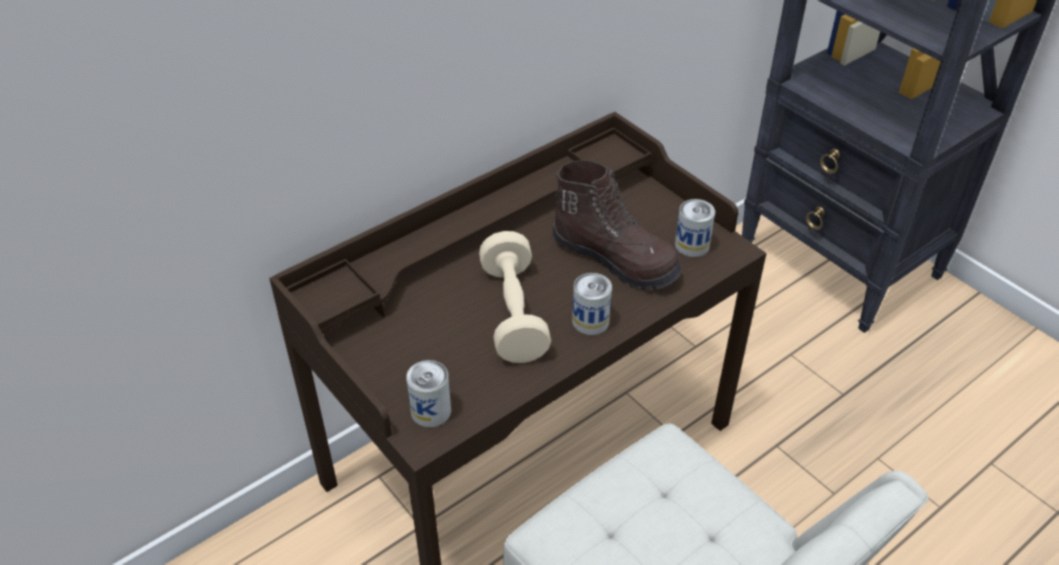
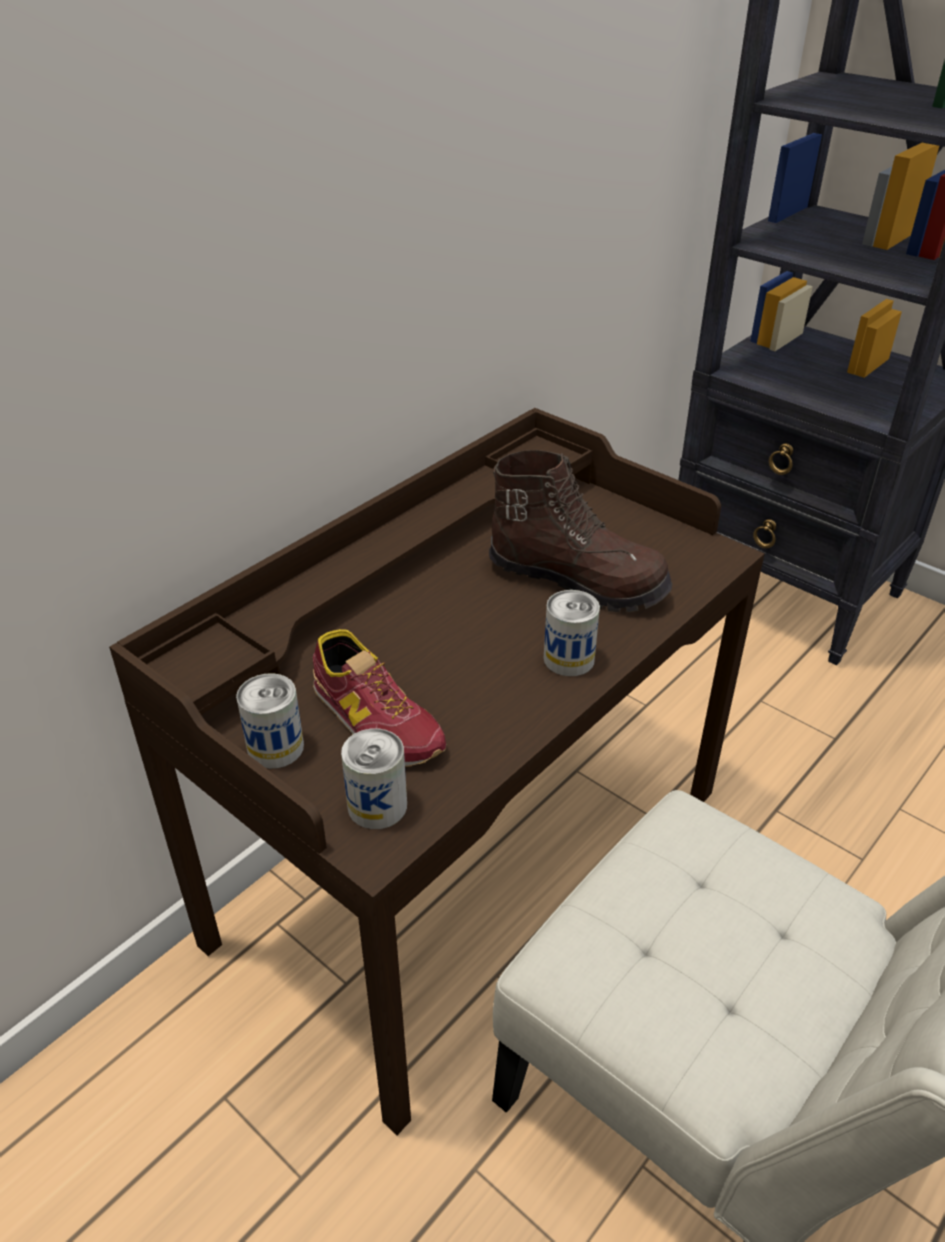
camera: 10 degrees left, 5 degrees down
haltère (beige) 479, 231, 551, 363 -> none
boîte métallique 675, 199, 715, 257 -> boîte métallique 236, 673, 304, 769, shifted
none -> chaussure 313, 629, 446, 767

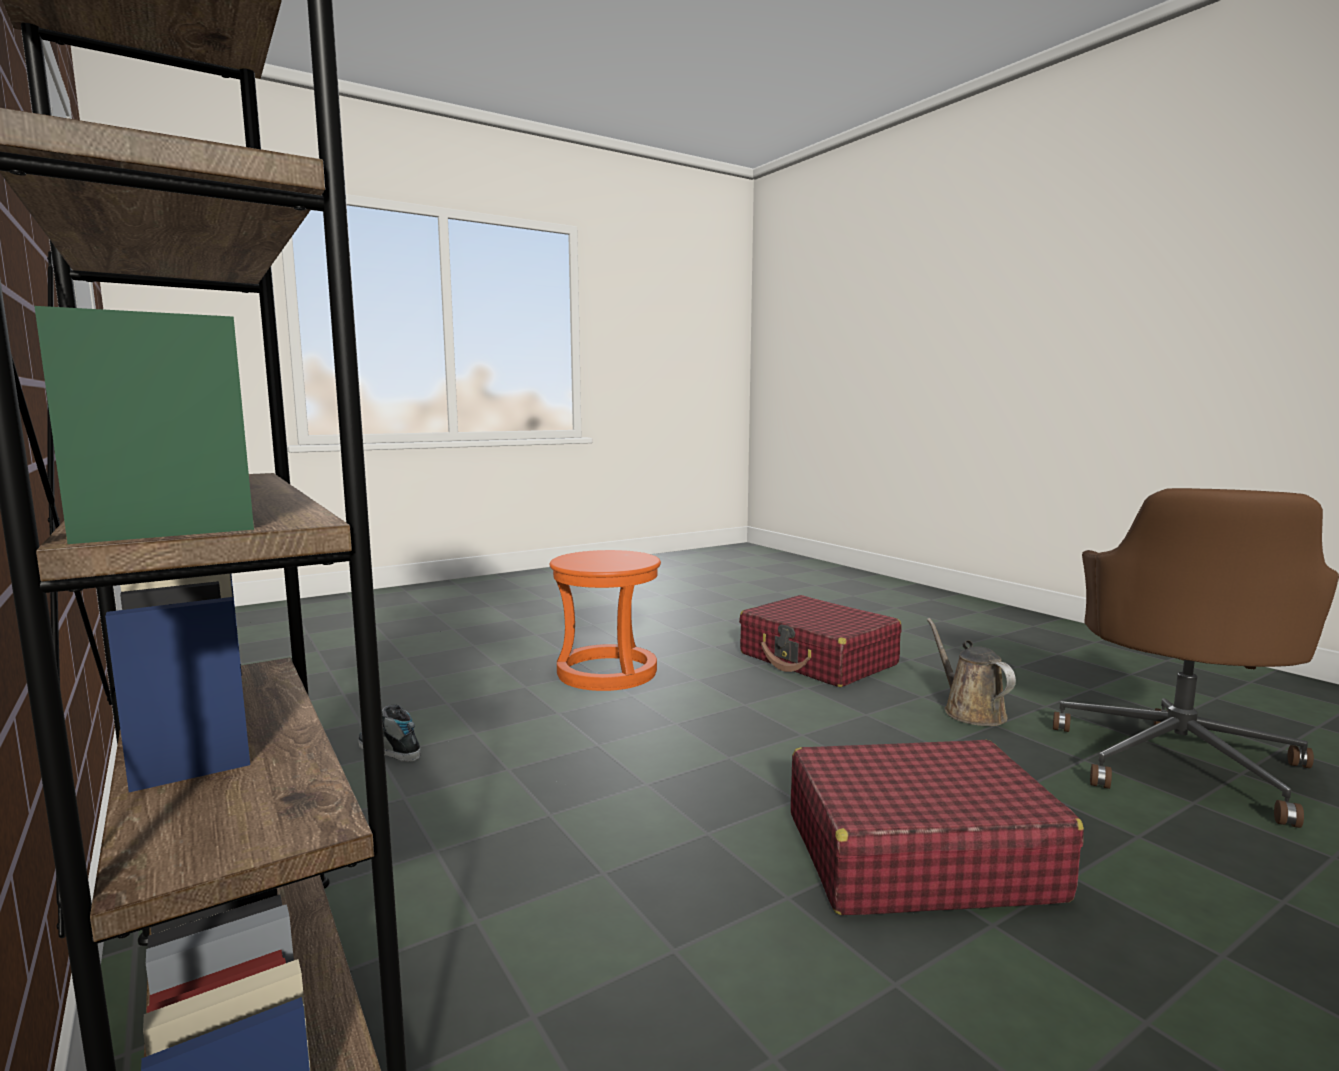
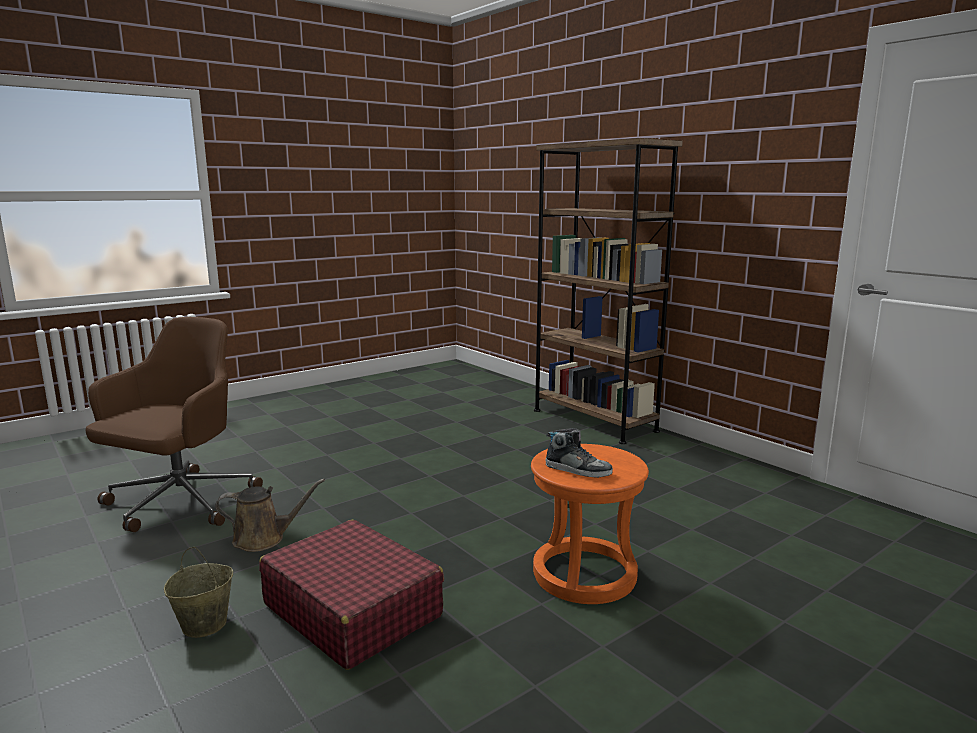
camera: 175 degrees right, 5 degrees up
chaussure 358, 704, 421, 762 -> chaussure 546, 428, 613, 478, shifted
valise (rouge) 791, 740, 1084, 915 -> none
arrosoir (marron) 927, 618, 1016, 726 -> arrosoir (marron) 215, 479, 325, 552, 75 degrees counterclockwise
none -> seau (beige) 164, 547, 233, 638

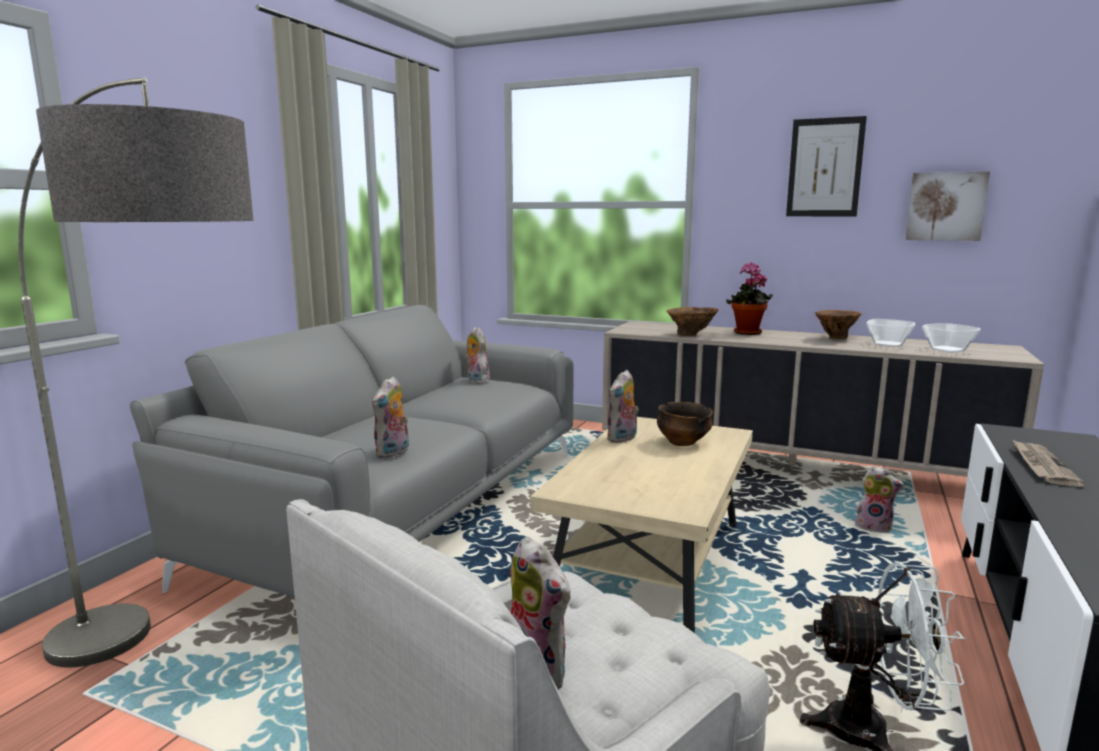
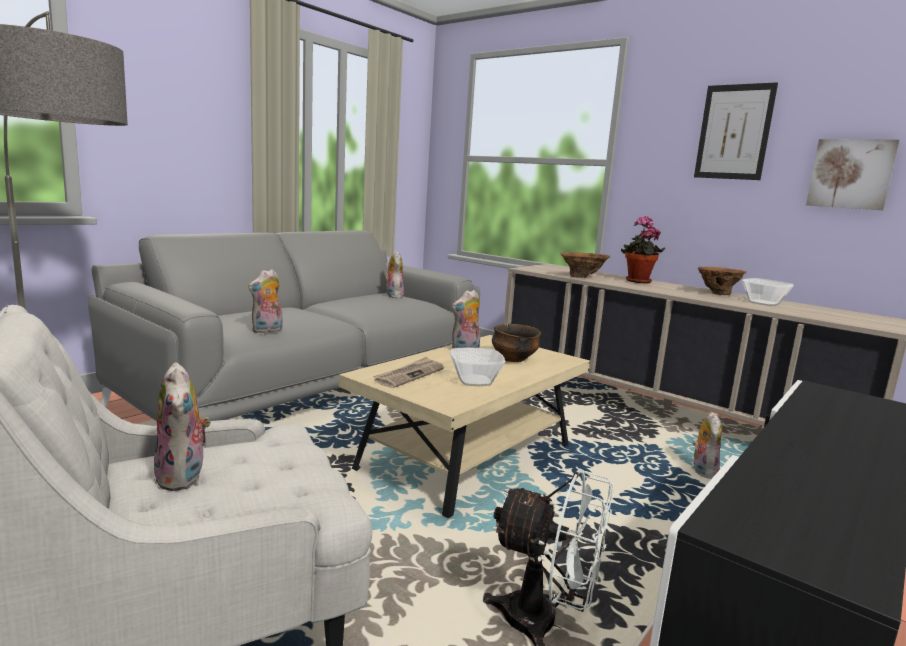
camera: 15 degrees right, 0 degrees up
peluche 855, 466, 904, 533 -> peluche 692, 412, 722, 479, 120 degrees counterclockwise
bol 922, 323, 981, 353 -> bol 450, 348, 505, 386, shifted
journal 1012, 439, 1085, 487 -> journal 373, 356, 444, 388, shifted

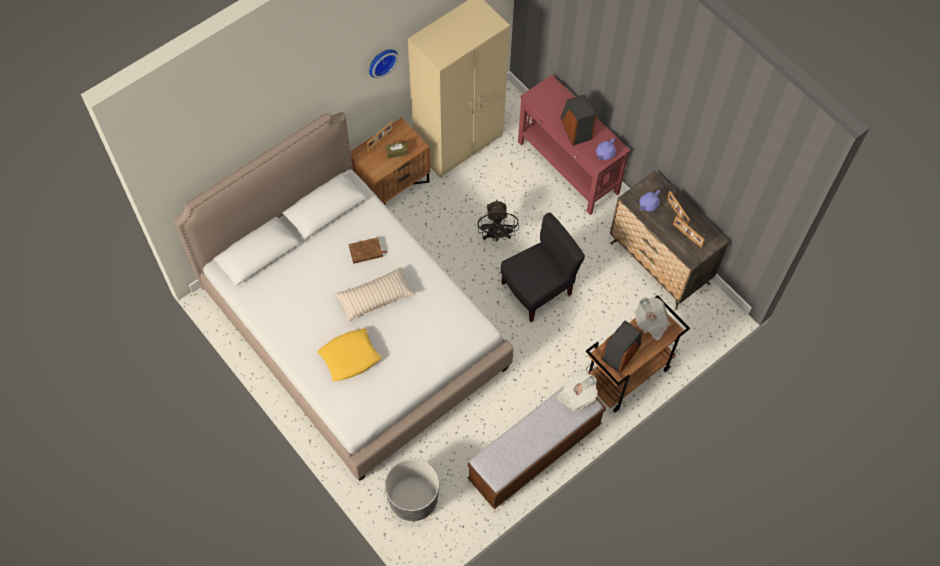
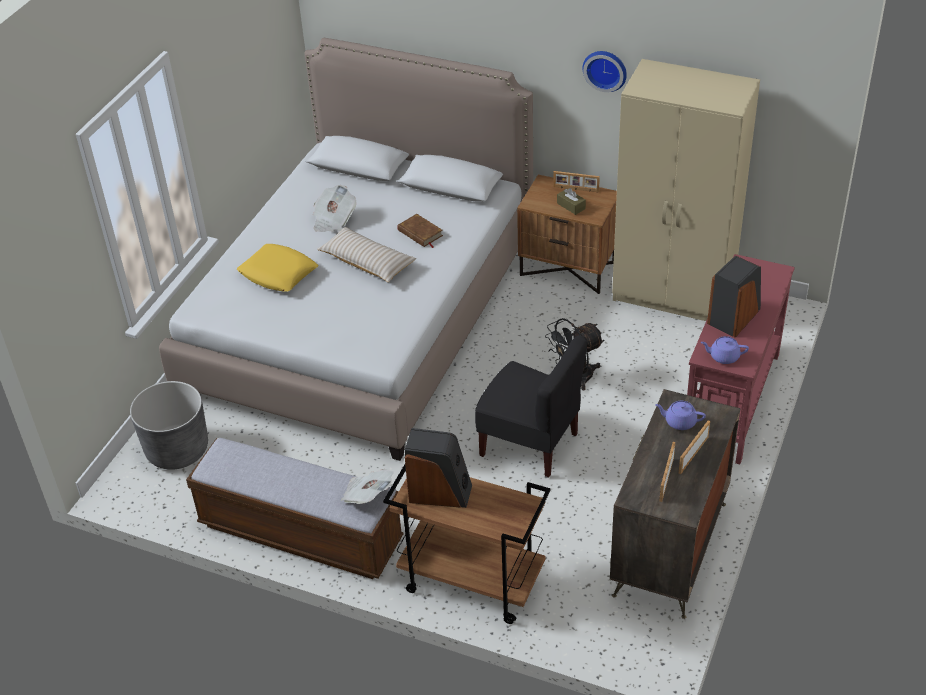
camera: 65 degrees right, 20 degrees down
journal 635, 297, 671, 340 -> journal 313, 185, 356, 232, shifted

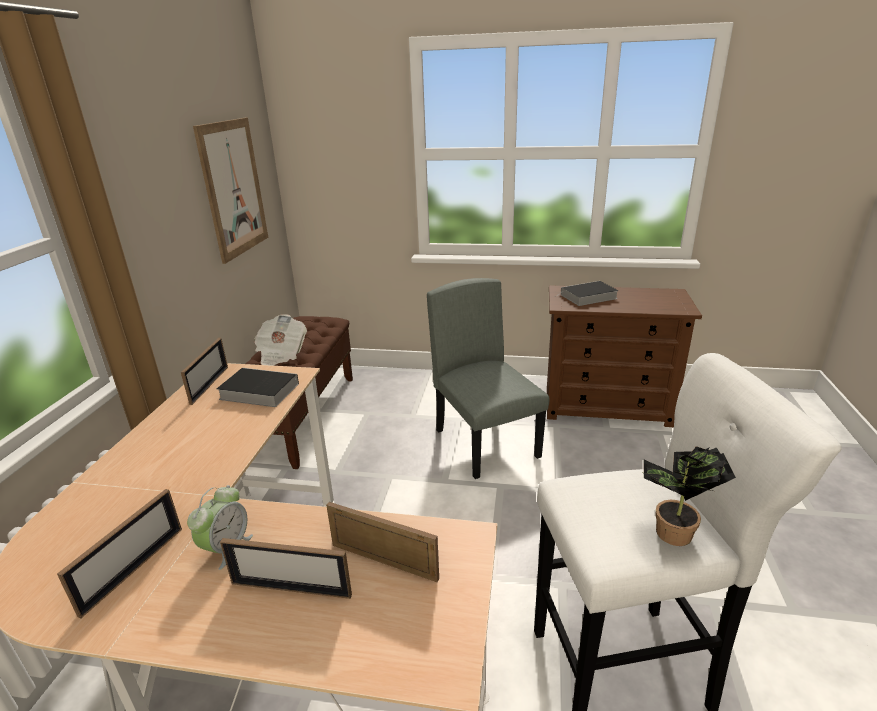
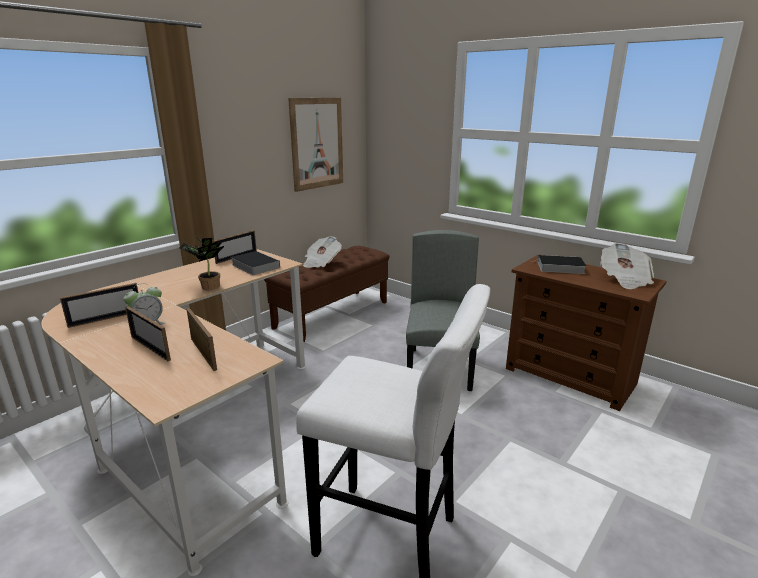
camera: 30 degrees right, 5 degrees down
plante en pot 644, 446, 736, 546 -> plante en pot 179, 237, 224, 290, shifted
none -> journal 600, 243, 654, 289

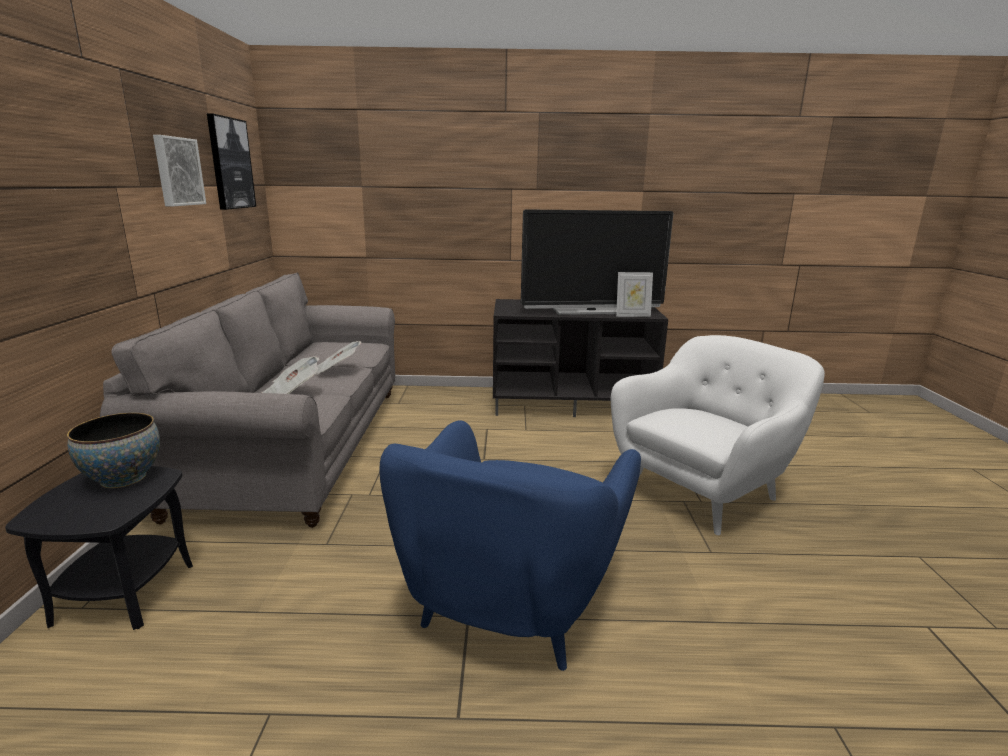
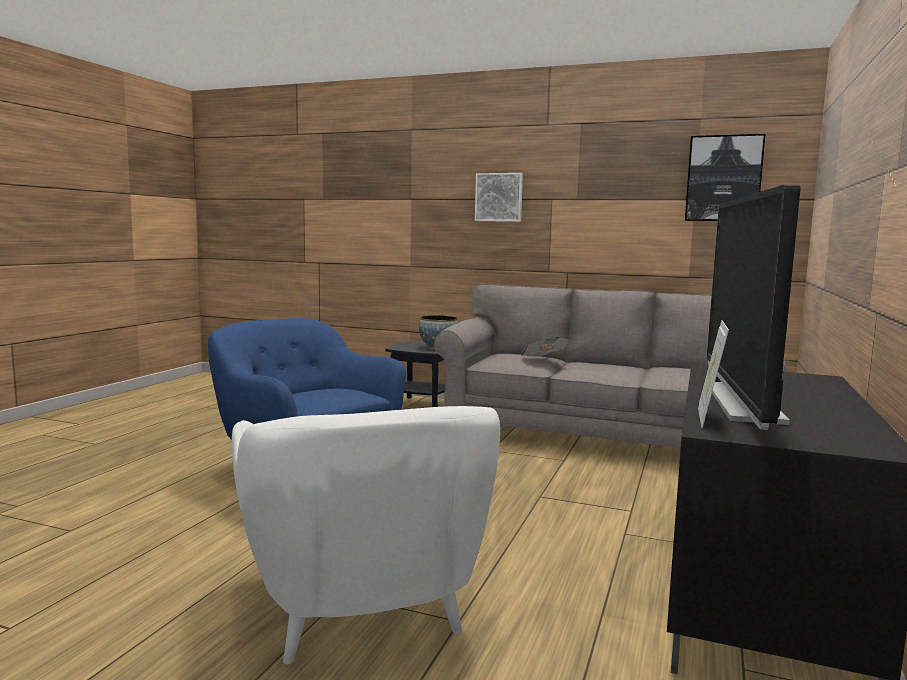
camera: 110 degrees right, 10 degrees down
tableau 153, 135, 206, 206 -> tableau 475, 173, 523, 222, shifted
journal 315, 341, 361, 375 -> none

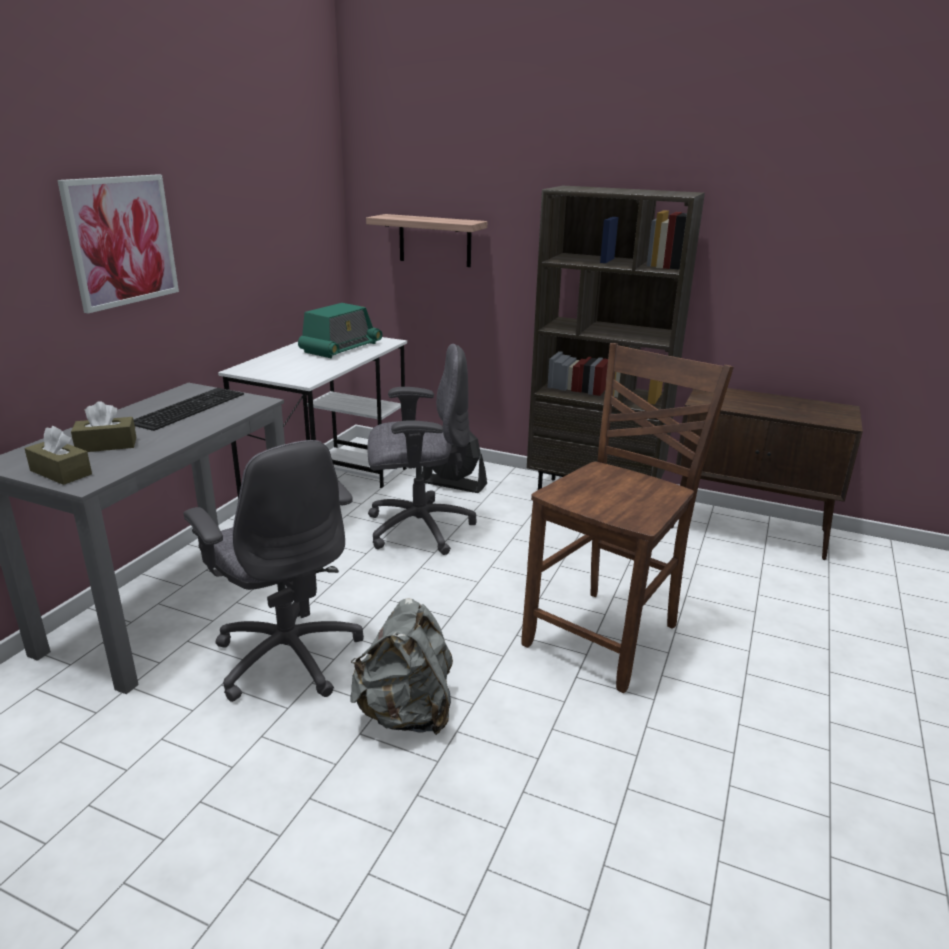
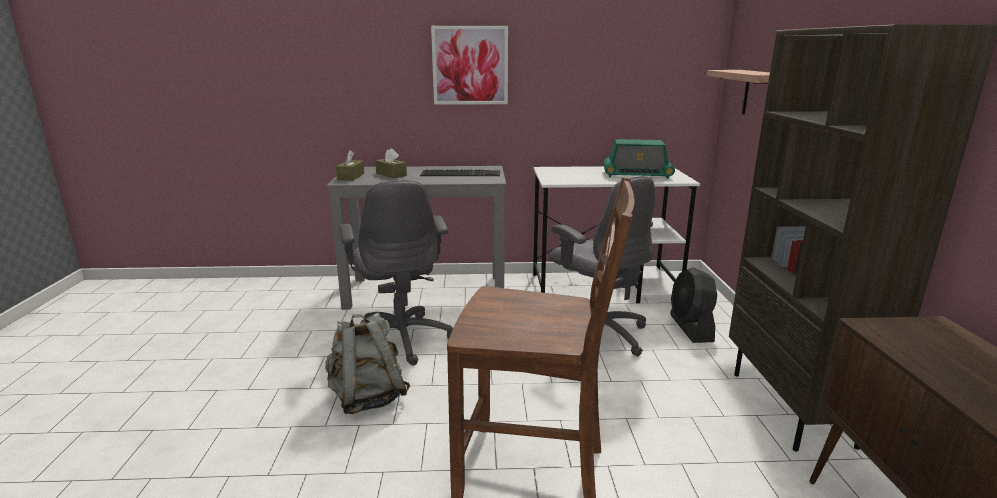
camera: 65 degrees right, 5 degrees down
chaise de bureau (gris) 184, 440, 364, 702 -> chaise de bureau (gris) 339, 180, 453, 365, 45 degrees counterclockwise

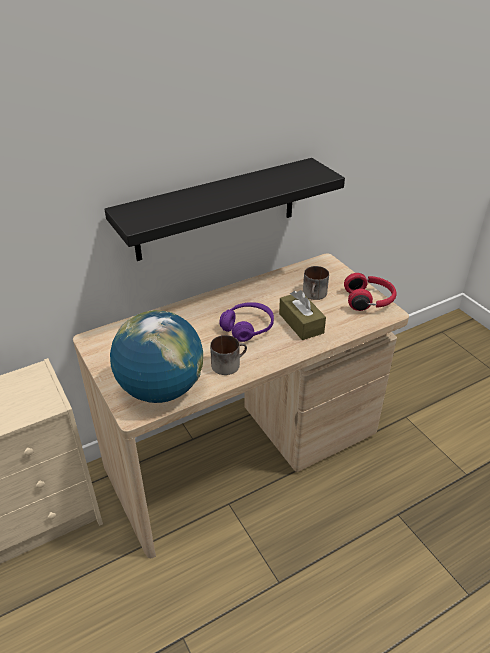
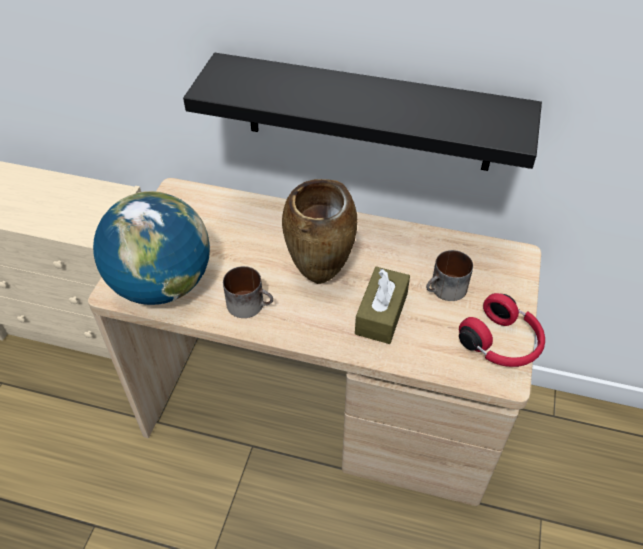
camera: 45 degrees right, 10 degrees up
casque audio (violet) 219, 302, 274, 342 -> vase (marron) 282, 179, 357, 284

